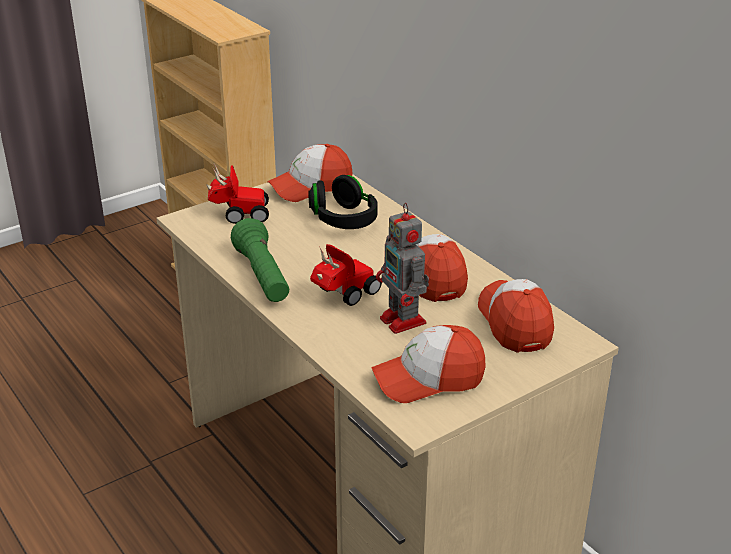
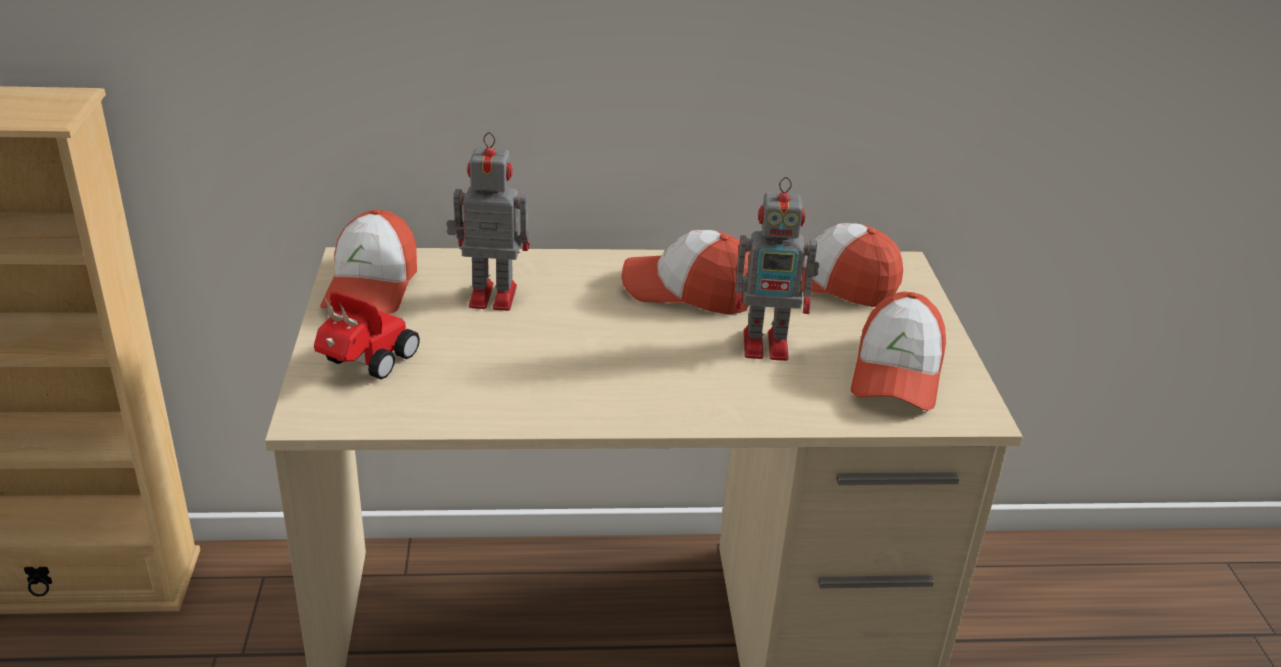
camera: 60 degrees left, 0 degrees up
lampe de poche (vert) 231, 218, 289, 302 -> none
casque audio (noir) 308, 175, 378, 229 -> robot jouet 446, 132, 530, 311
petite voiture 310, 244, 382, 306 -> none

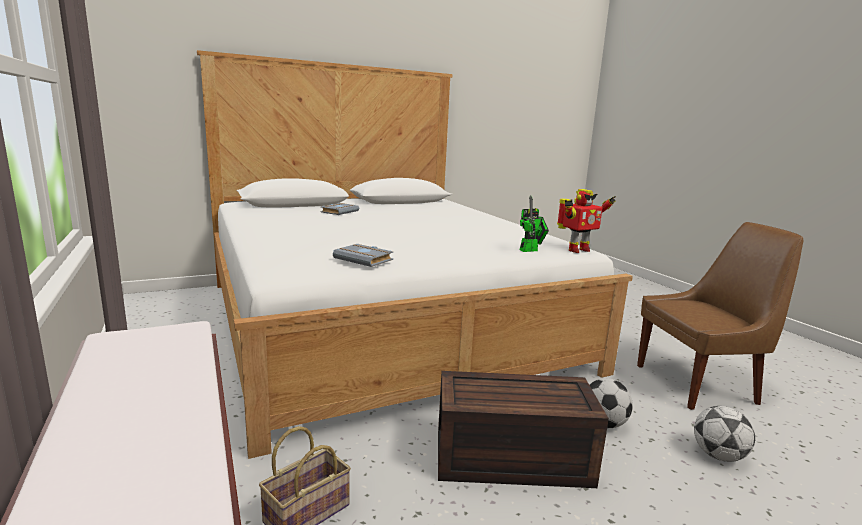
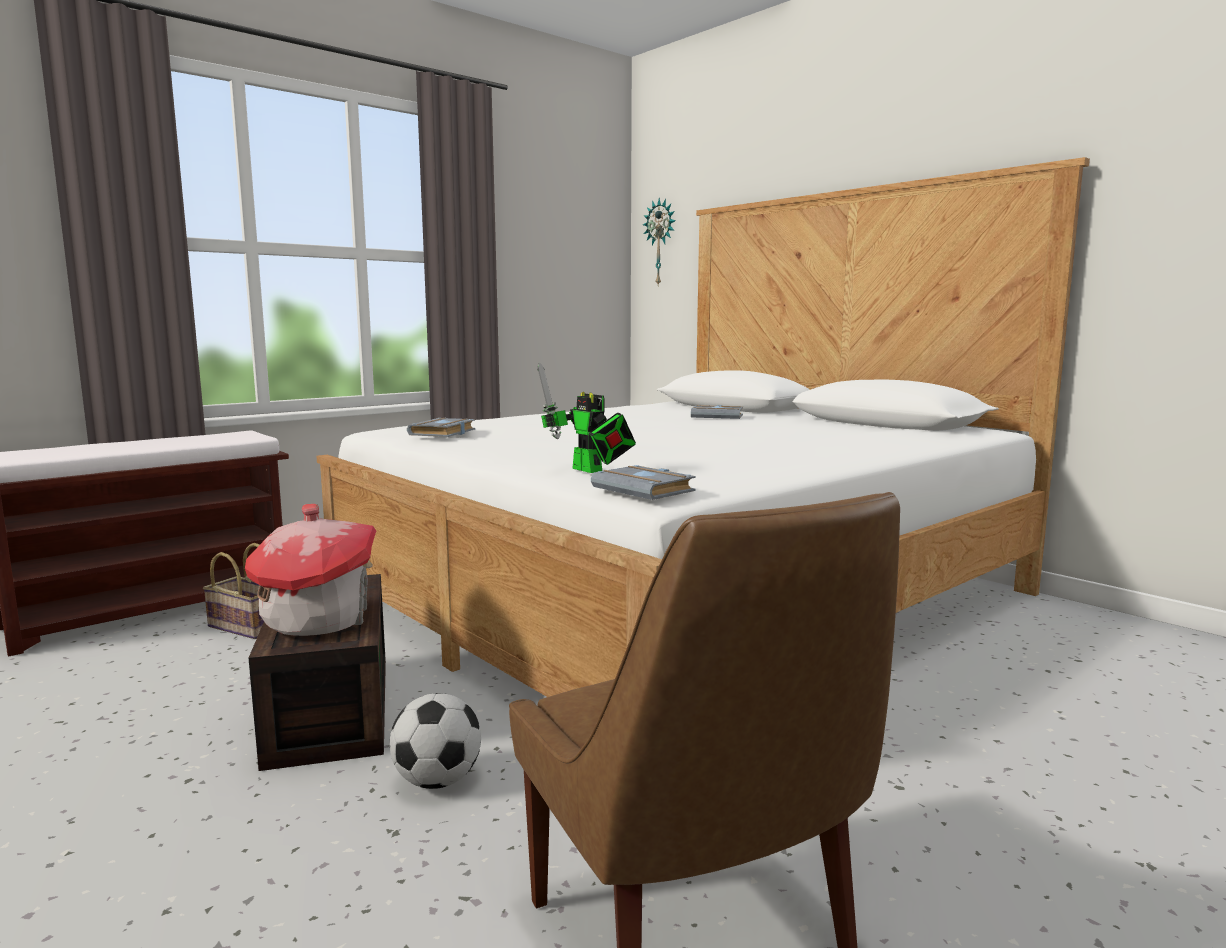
camera: 75 degrees right, 5 degrees down
robot jouet 557, 189, 616, 253 -> livre (gris) 591, 465, 696, 500
ballon de foot 694, 406, 755, 462 -> none
none -> maison miniature 245, 504, 376, 636
none -> horloge murale 643, 198, 676, 285

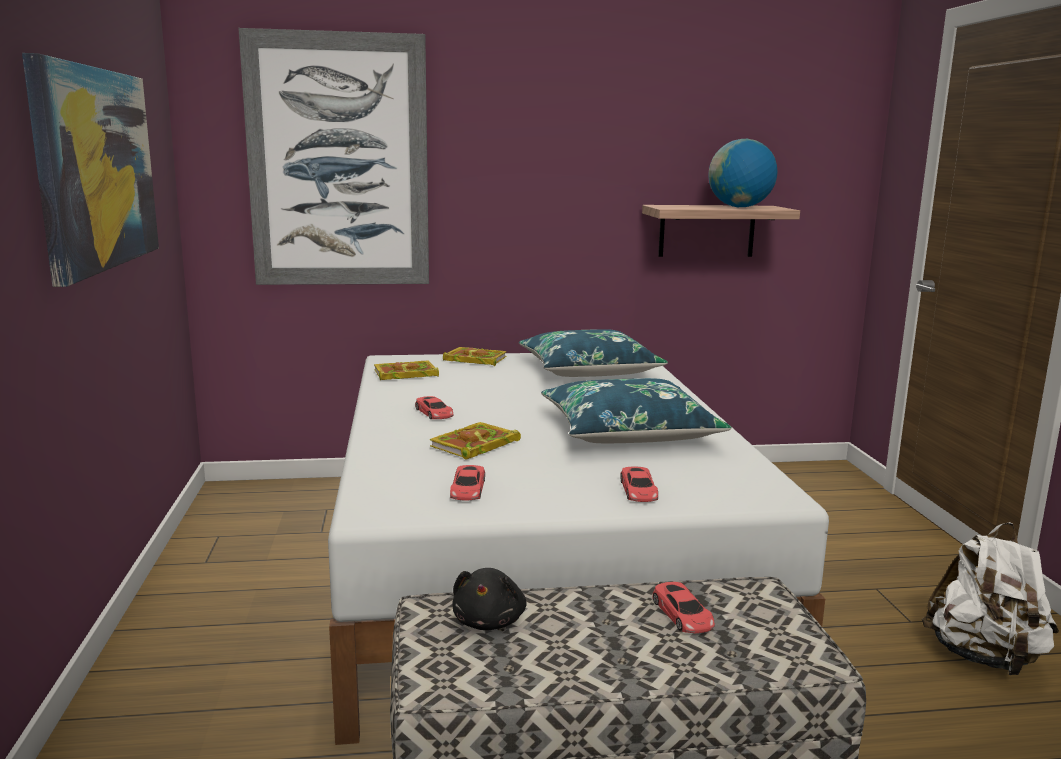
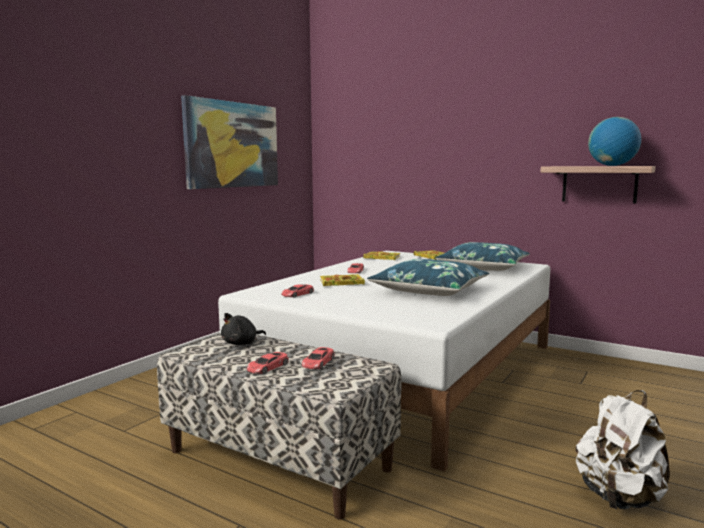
camera: 40 degrees right, 5 degrees down
tableau 239, 28, 429, 285 -> none
petite voiture (rouge) 620, 466, 658, 502 -> petite voiture (rouge) 247, 352, 289, 374, shifted

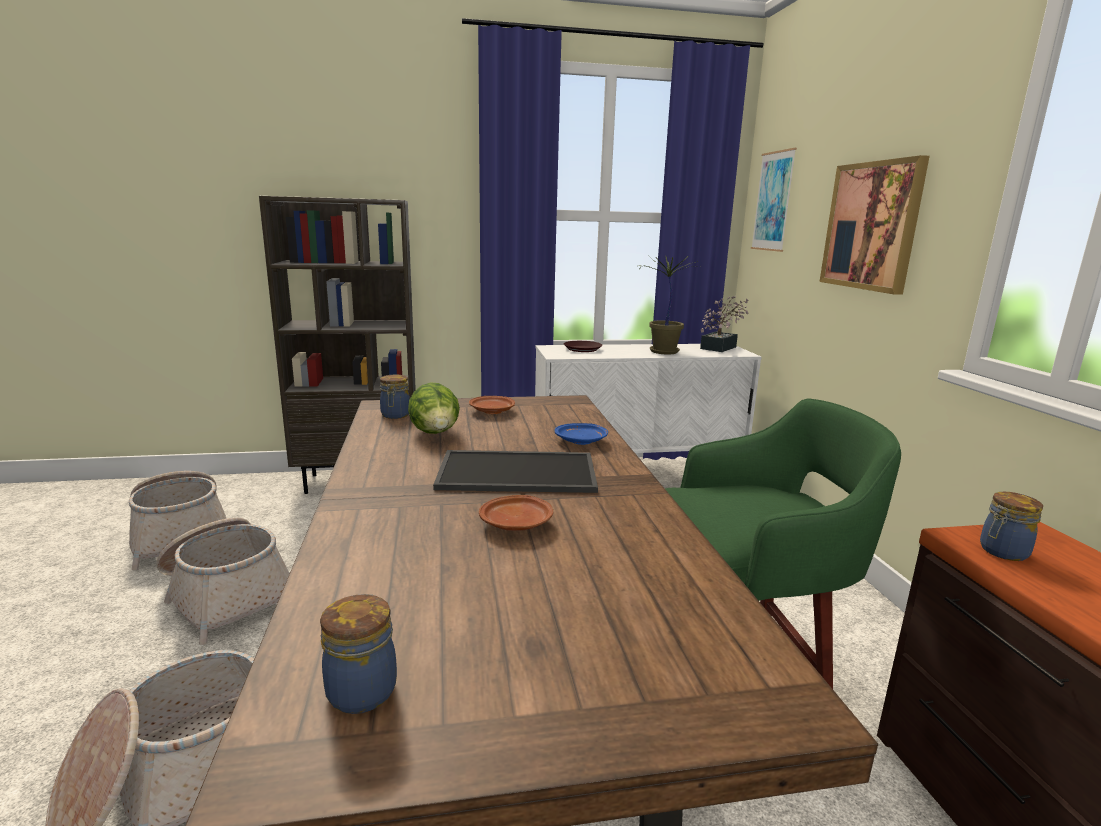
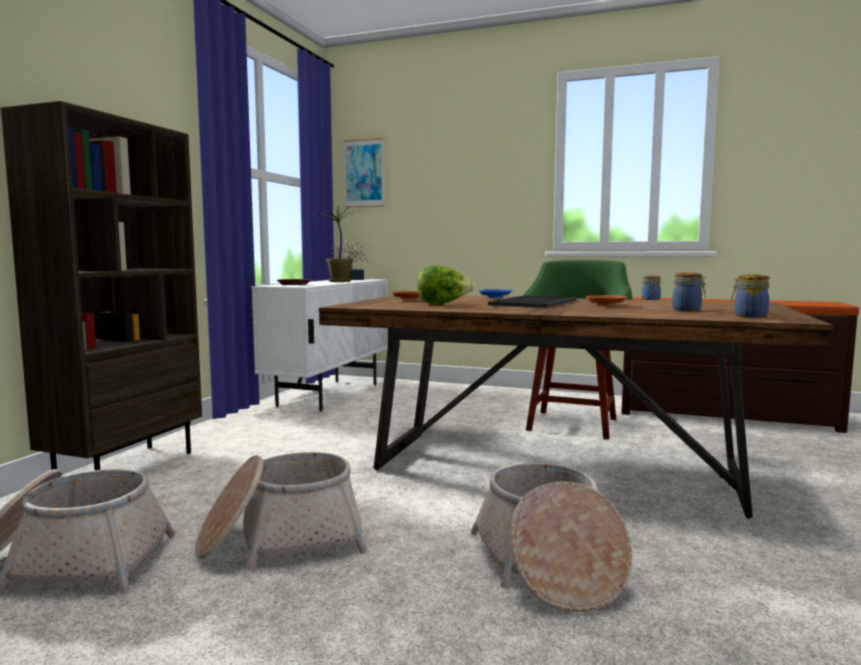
camera: 60 degrees left, 10 degrees down
bocal 380, 375, 410, 419 -> bocal 672, 272, 706, 311, shifted
tableau 820, 155, 930, 295 -> none

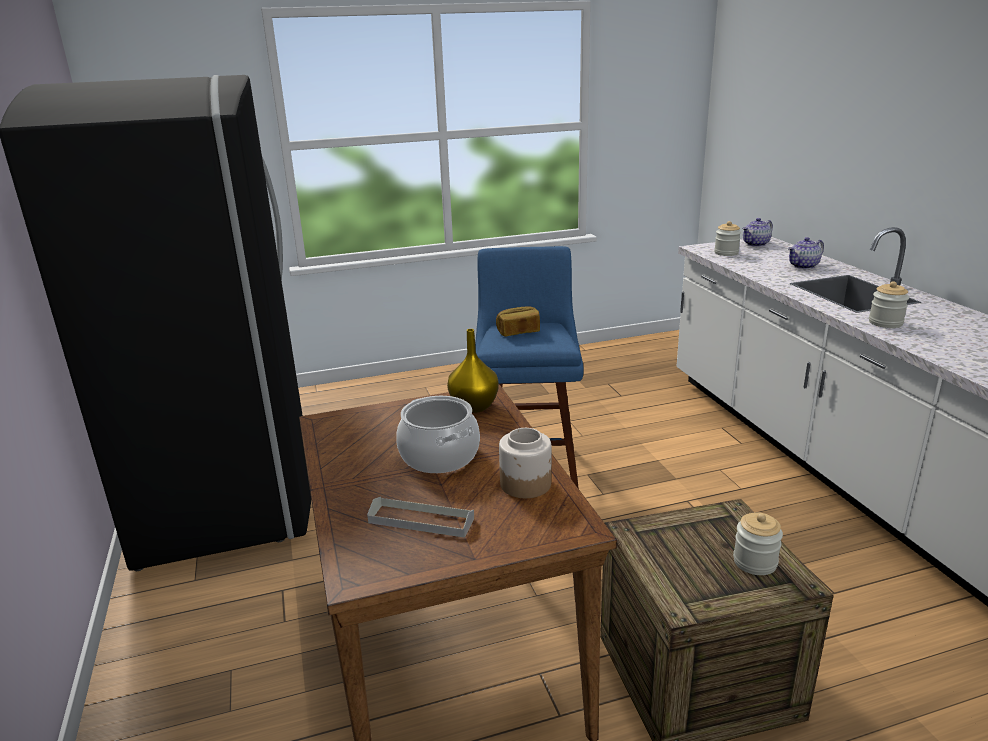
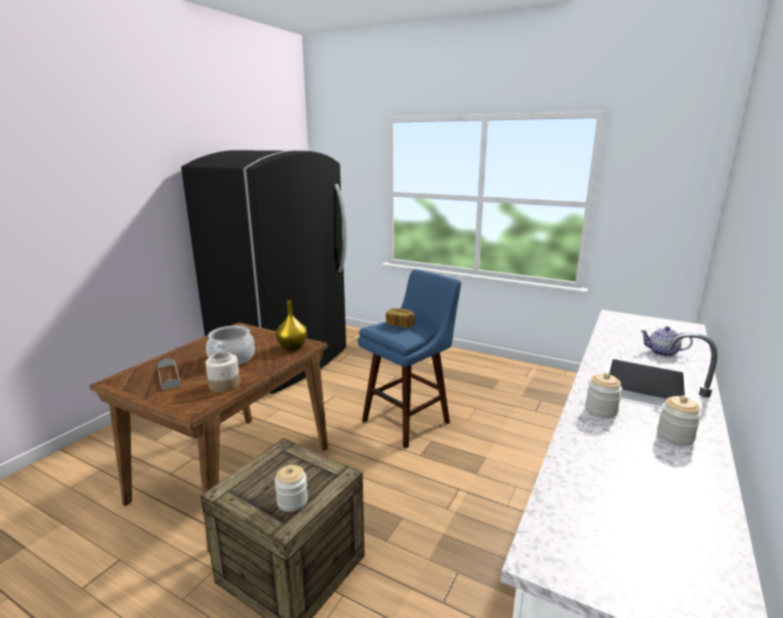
camera: 45 degrees right, 5 degrees down
bocal 714, 221, 741, 256 -> bocal 657, 396, 702, 446, shifted
théière 742, 218, 773, 247 -> none

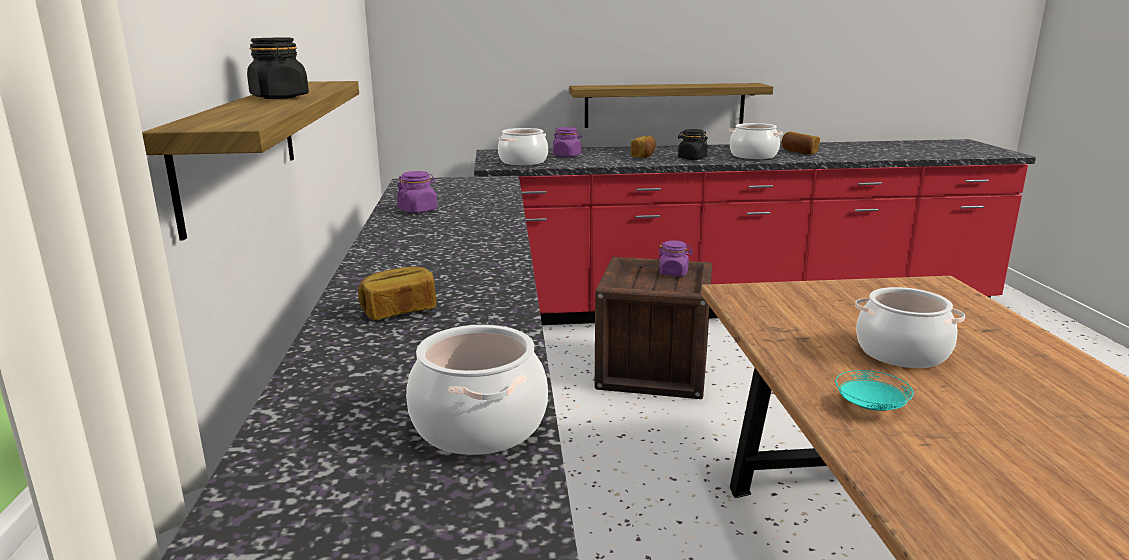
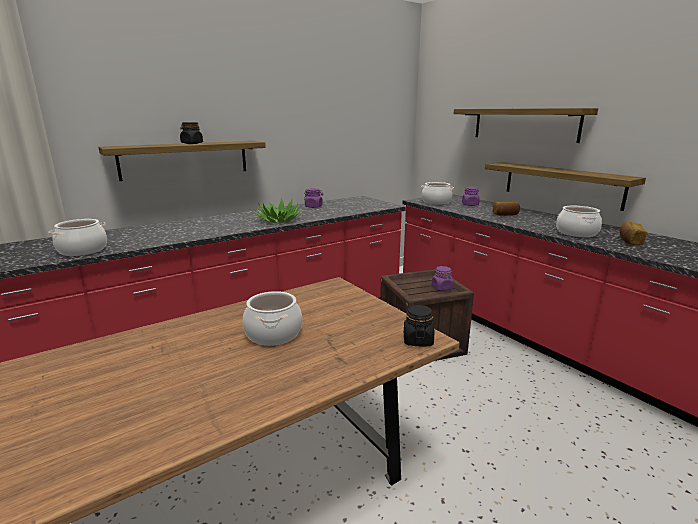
camera: 60 degrees right, 0 degrees up
pain 358, 267, 436, 320 -> none
bocal (noir) 678, 129, 708, 160 -> bocal (noir) 404, 305, 434, 346, shifted
assiette (turquoise) 835, 370, 914, 411 -> none
none -> plante en pot 253, 198, 302, 223
none -> étagère 454, 108, 598, 143

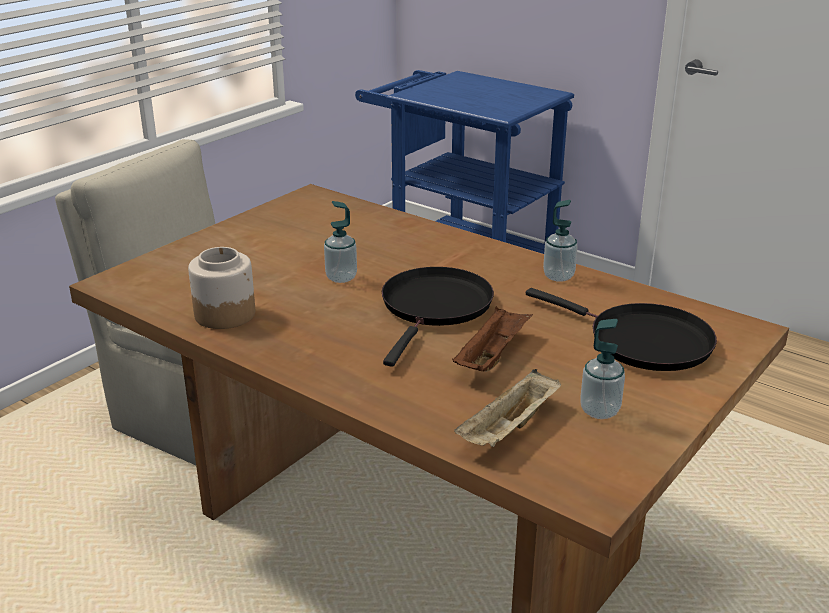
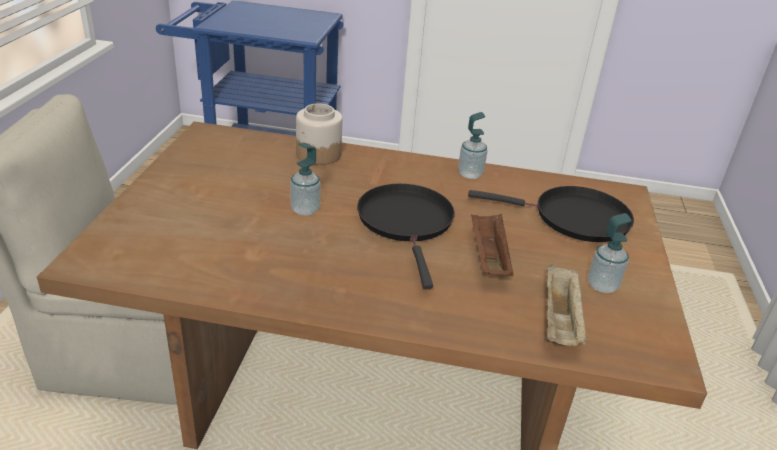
camera: 30 degrees left, 5 degrees up
bocal 188, 247, 255, 329 -> bocal 296, 103, 342, 165, shifted

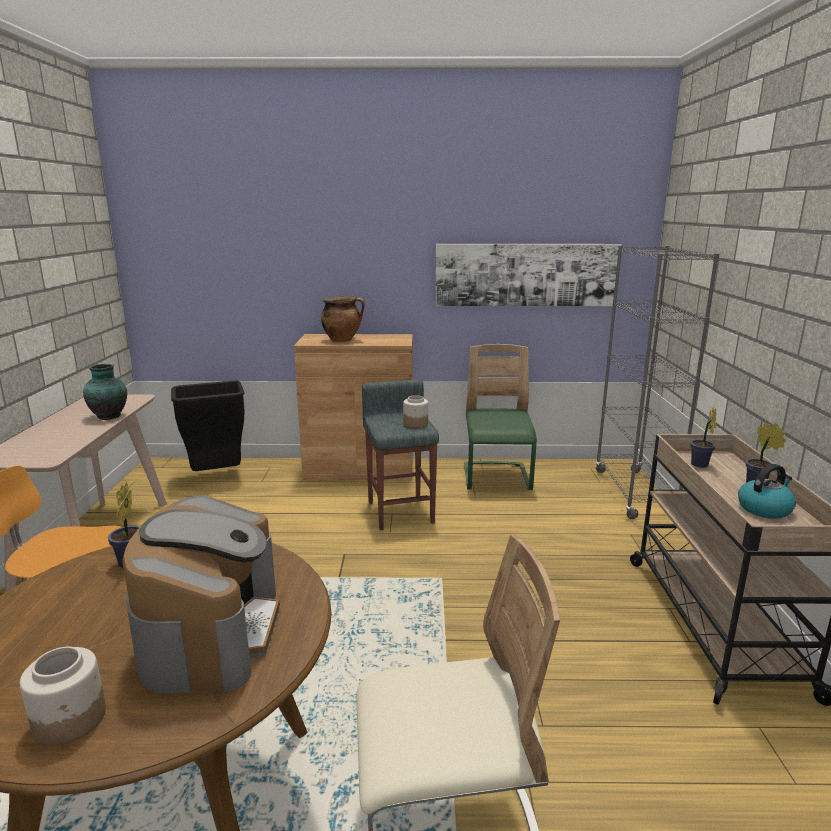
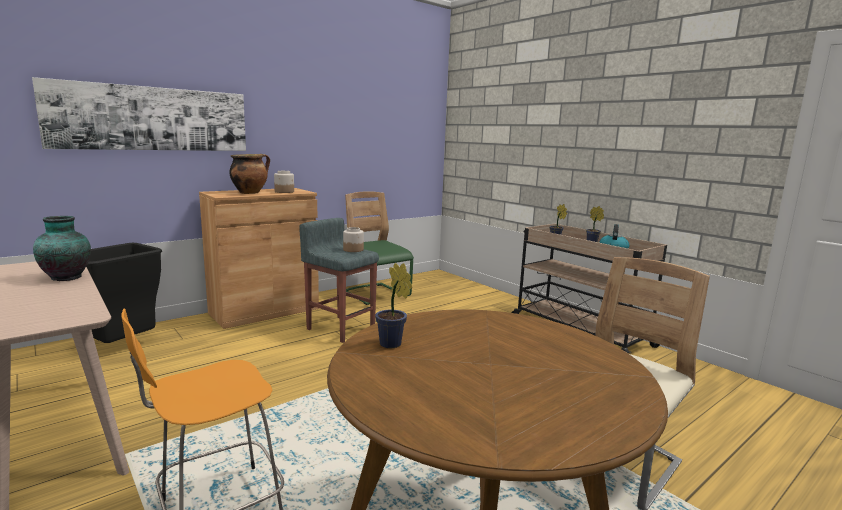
camera: 40 degrees left, 5 degrees down
bocal 20, 647, 106, 746 -> bocal 274, 171, 294, 193, shifted
machine à café 122, 495, 280, 694 -> none
tableau 435, 244, 621, 306 -> tableau 32, 77, 246, 151, shifted
bibliothèque (gris) 595, 246, 719, 519 -> none

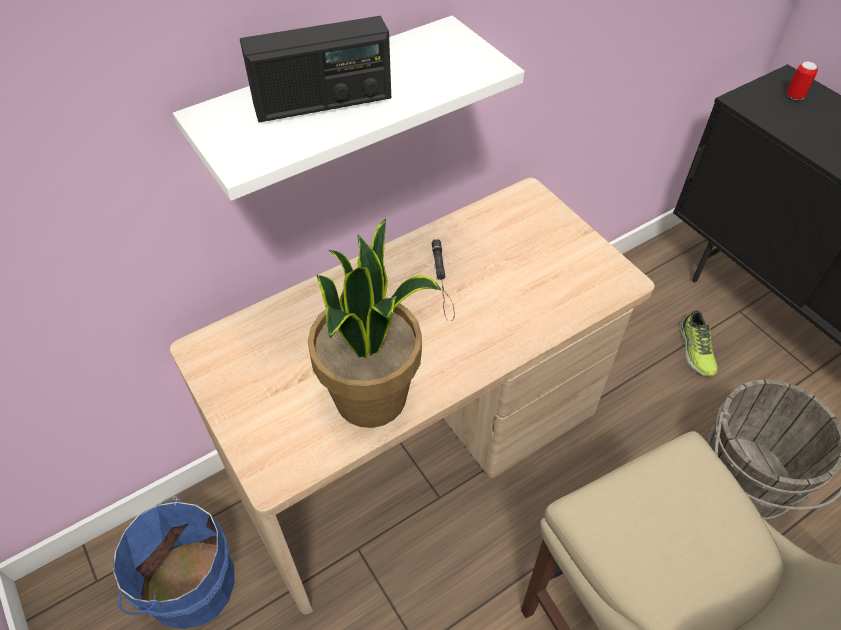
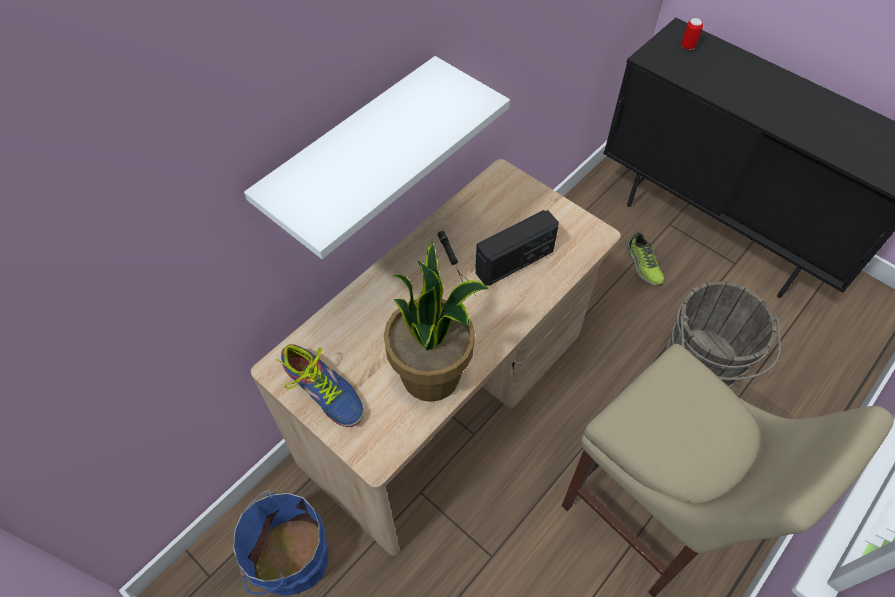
camera: 15 degrees left, 5 degrees up
radio 240, 16, 391, 122 -> radio 475, 210, 559, 286, shifted
none -> chaussure 276, 344, 364, 427

